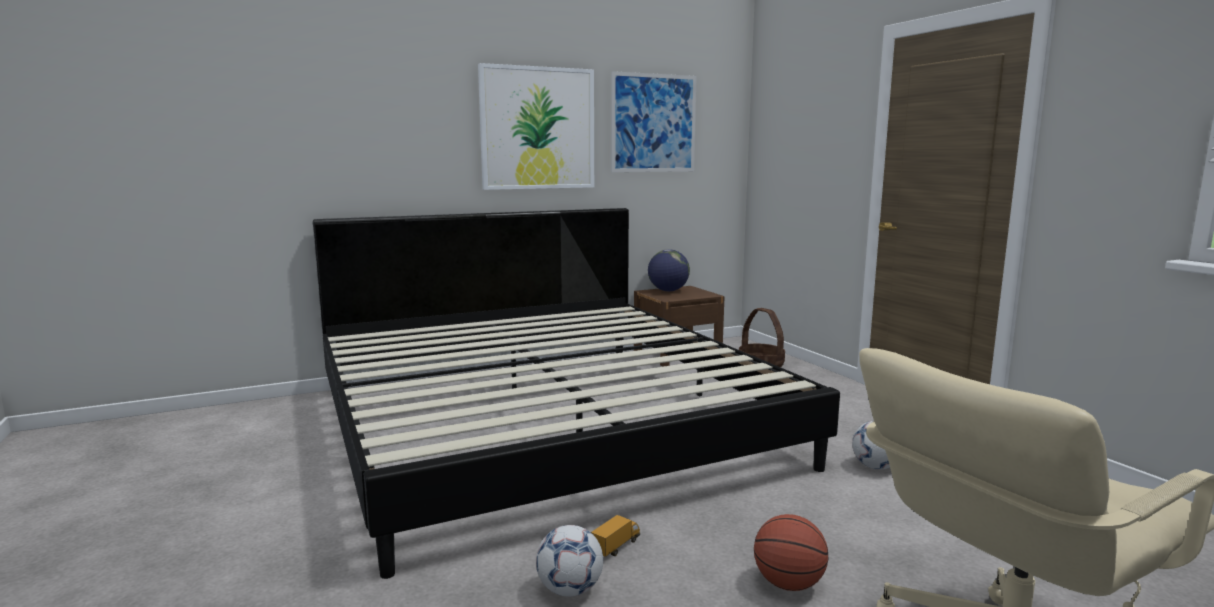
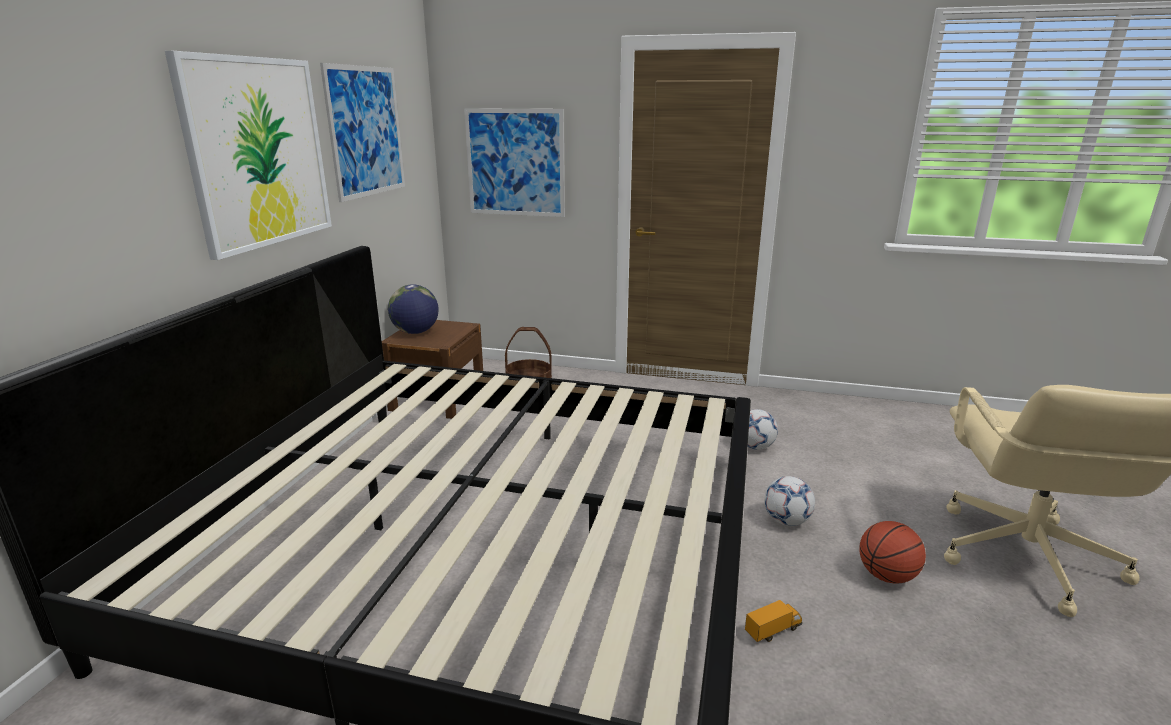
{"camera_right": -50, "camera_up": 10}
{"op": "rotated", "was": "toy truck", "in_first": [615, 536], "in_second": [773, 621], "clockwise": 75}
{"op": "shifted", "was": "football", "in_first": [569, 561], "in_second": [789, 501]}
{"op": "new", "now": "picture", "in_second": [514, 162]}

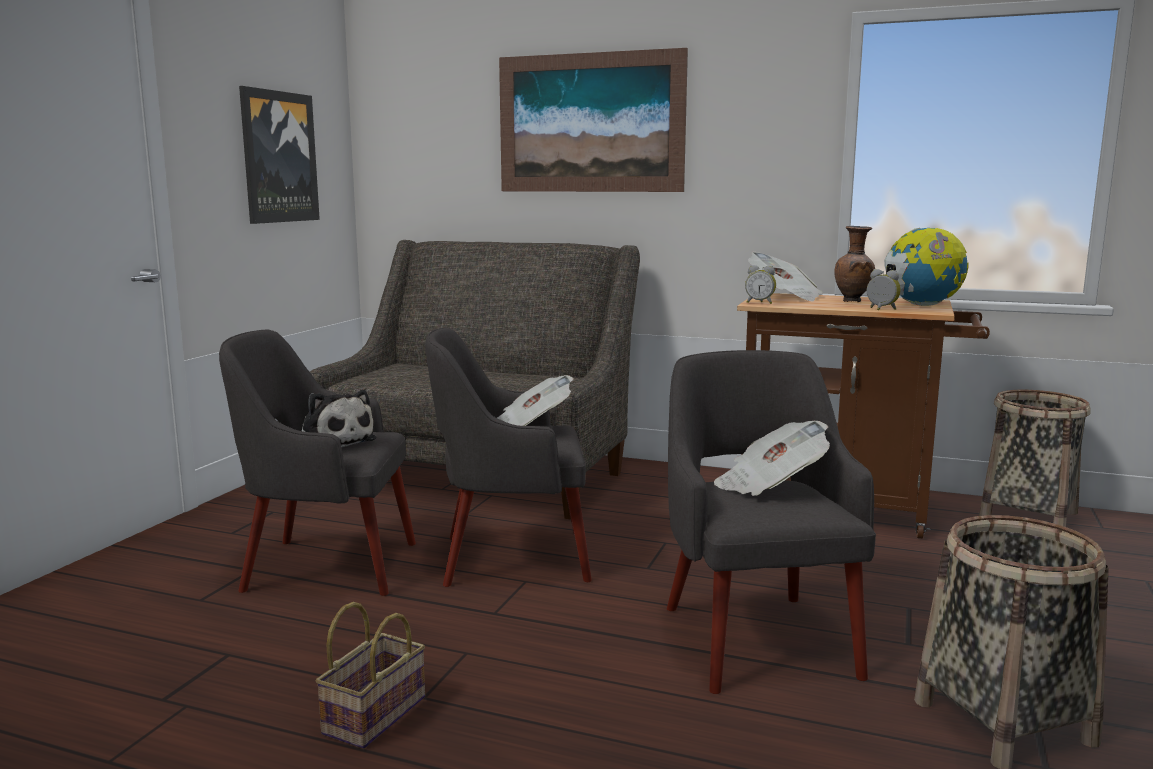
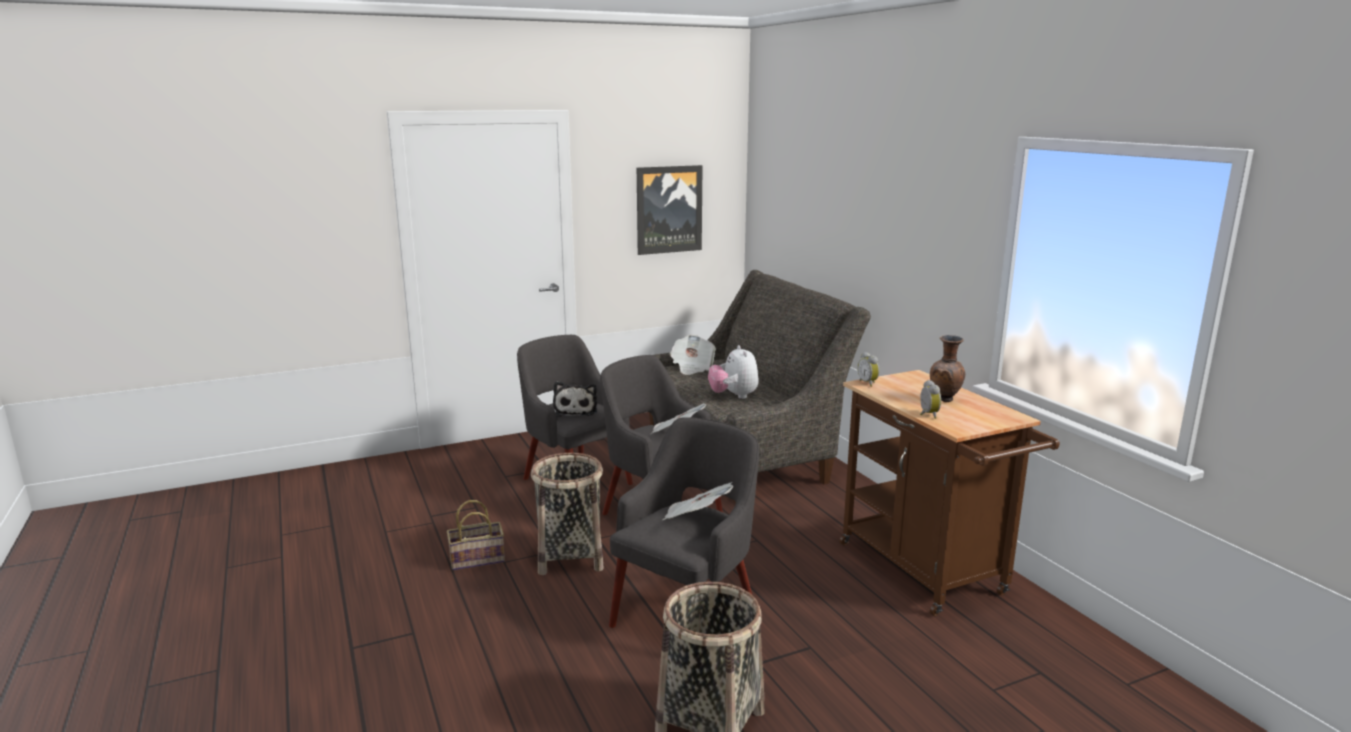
{"camera_right": 45, "camera_up": 5}
{"op": "gone", "was": "picture", "in_first": [593, 120]}
{"op": "gone", "was": "globe", "in_first": [926, 267]}
{"op": "shifted", "was": "newspaper", "in_first": [785, 276], "in_second": [693, 355]}
{"op": "shifted", "was": "basket", "in_first": [1035, 458], "in_second": [567, 514]}
{"op": "new", "now": "plush toy", "in_second": [733, 372]}

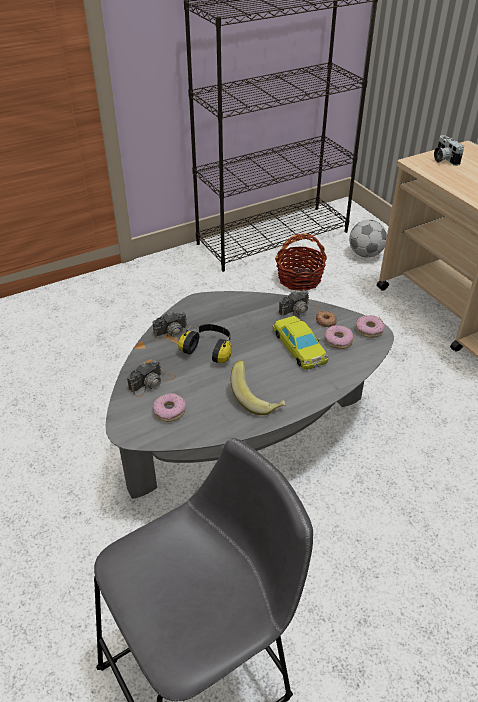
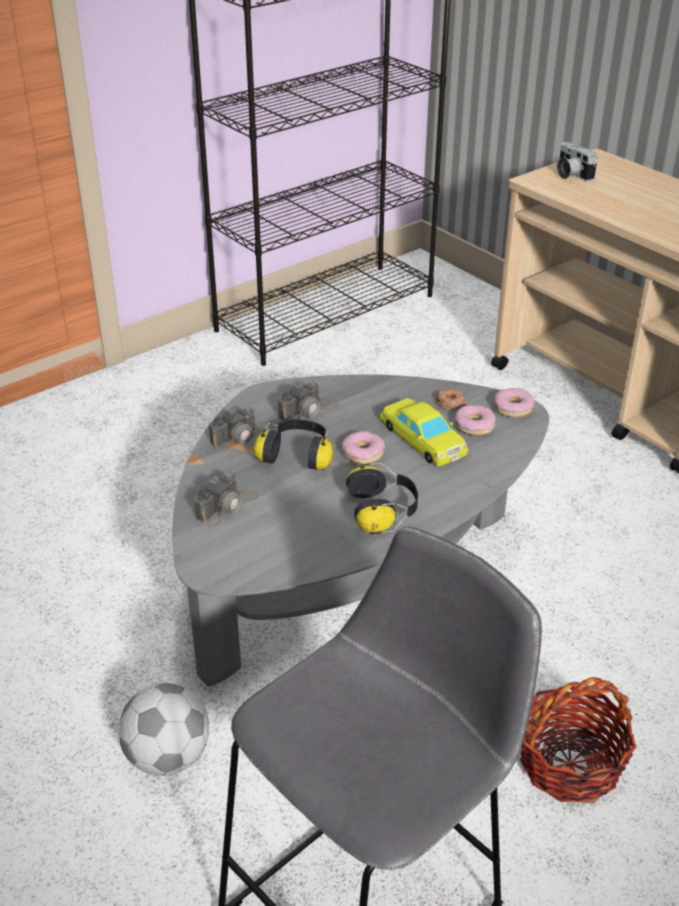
{"camera_right": -10, "camera_up": -5}
{"op": "shifted", "was": "football", "in_first": [368, 238], "in_second": [163, 729]}
{"op": "shifted", "was": "basket", "in_first": [301, 262], "in_second": [578, 740]}
{"op": "shifted", "was": "photo camera", "in_first": [299, 304], "in_second": [308, 401]}
{"op": "swapped", "was": "banana", "now": "headphones", "in_first": [258, 387], "in_second": [382, 499]}
{"op": "shifted", "was": "donut", "in_first": [169, 407], "in_second": [363, 447]}

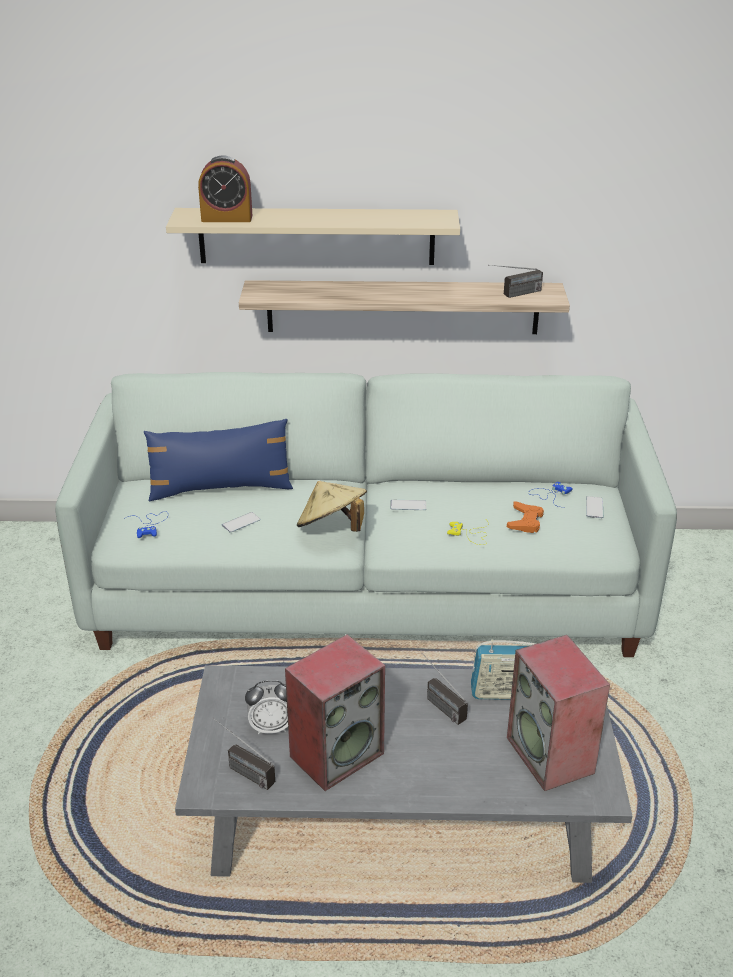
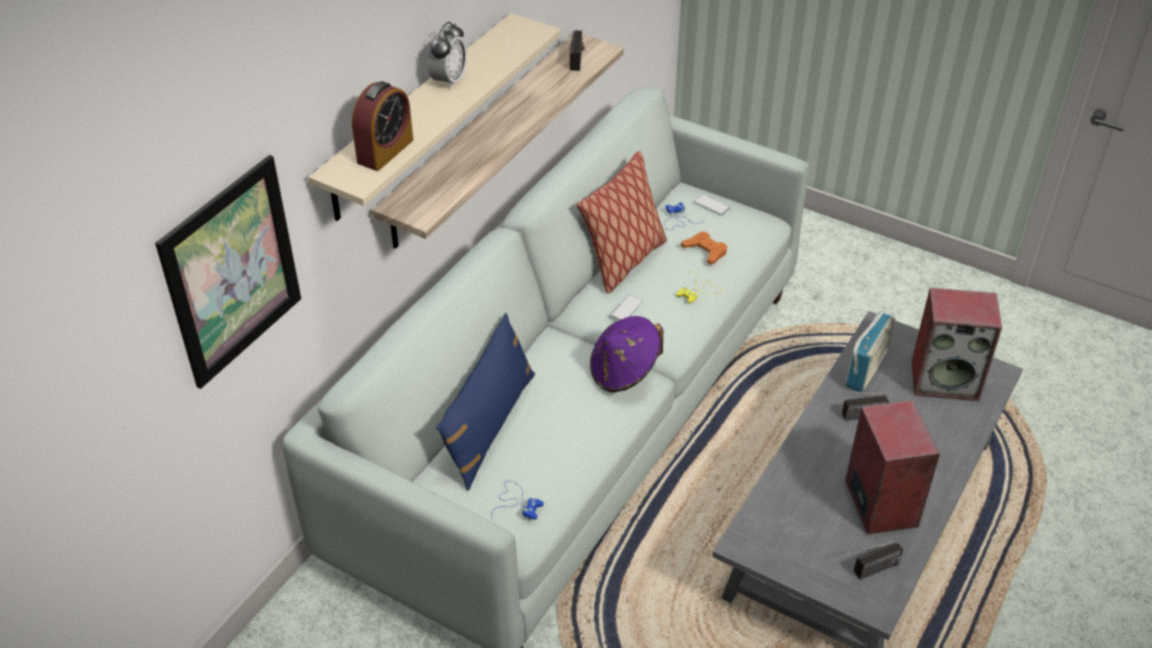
{"camera_right": -60, "camera_up": 10}
{"op": "repainted", "was": "beige hat", "now": "purple hat", "in_first": [332, 506], "in_second": [626, 354]}
{"op": "gone", "was": "phone", "in_first": [241, 522]}
{"op": "shifted", "was": "alarm clock", "in_first": [266, 707], "in_second": [447, 55]}
{"op": "new", "now": "pillow", "in_second": [622, 222]}
{"op": "new", "now": "picture", "in_second": [228, 272]}

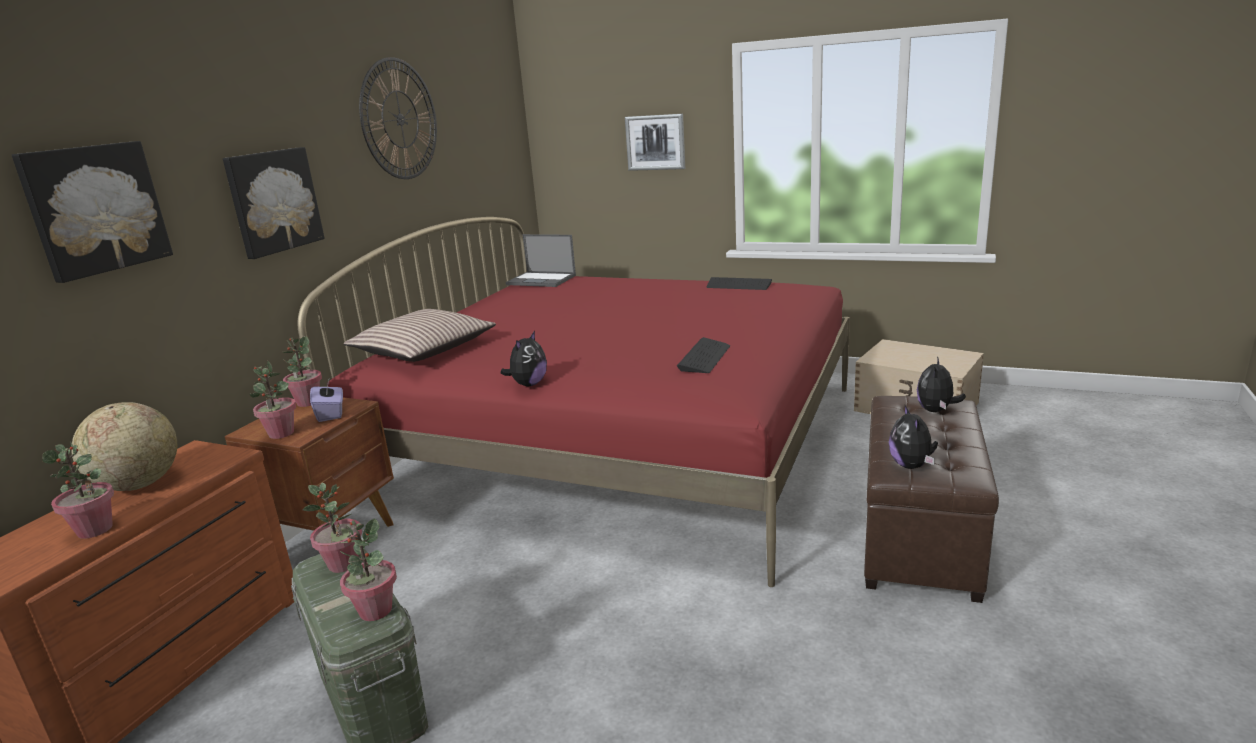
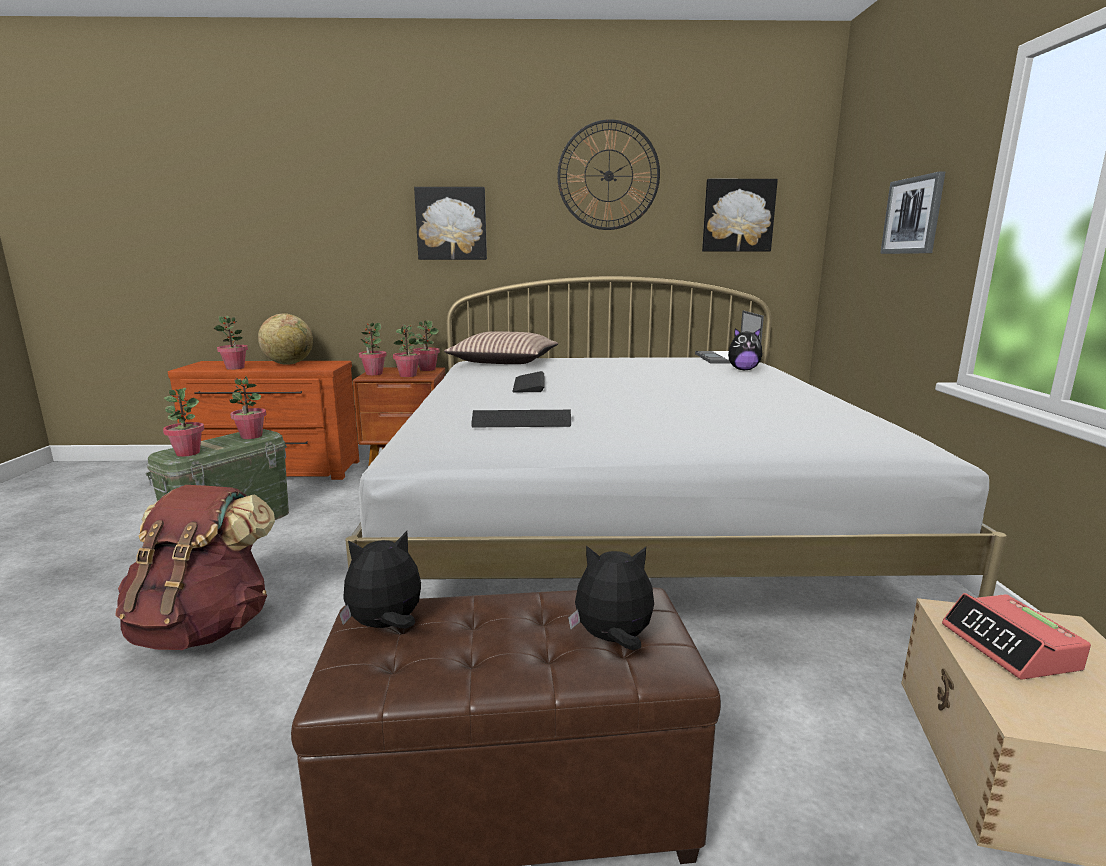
{"camera_right": 65, "camera_up": -5}
{"op": "shifted", "was": "picture", "in_first": [92, 212], "in_second": [740, 215]}
{"op": "repainted", "was": "red bed", "now": "white bed", "in_first": [574, 402], "in_second": [676, 436]}
{"op": "shifted", "was": "keyboard", "in_first": [739, 283], "in_second": [528, 381]}
{"op": "shifted", "was": "plush toy", "in_first": [524, 358], "in_second": [745, 349]}
{"op": "swapped", "was": "purple tissue box", "now": "potted plant", "in_first": [326, 399], "in_second": [407, 350]}
{"op": "new", "now": "brown backpack", "in_second": [195, 567]}
{"op": "new", "now": "alarm clock", "in_second": [1016, 636]}

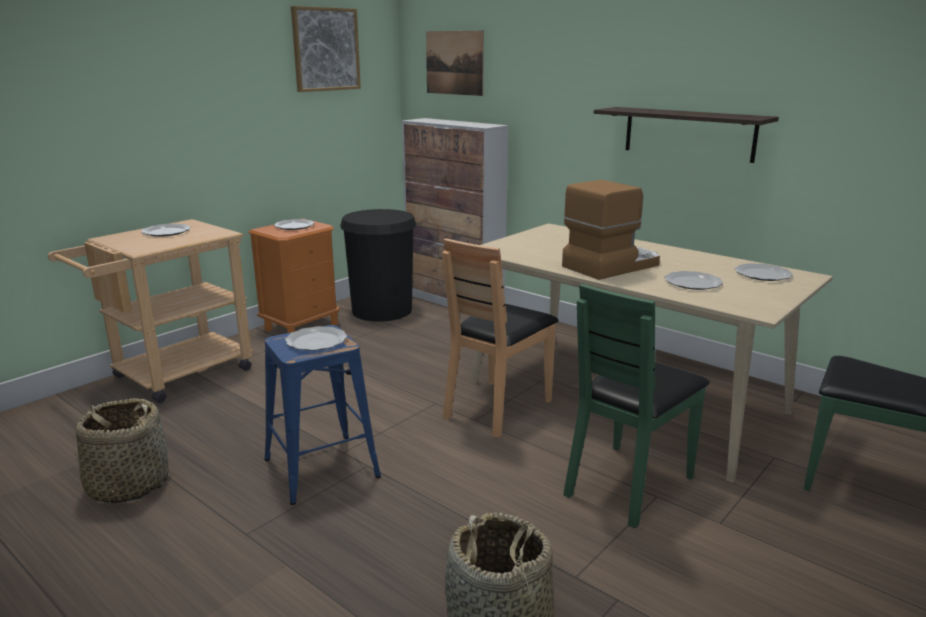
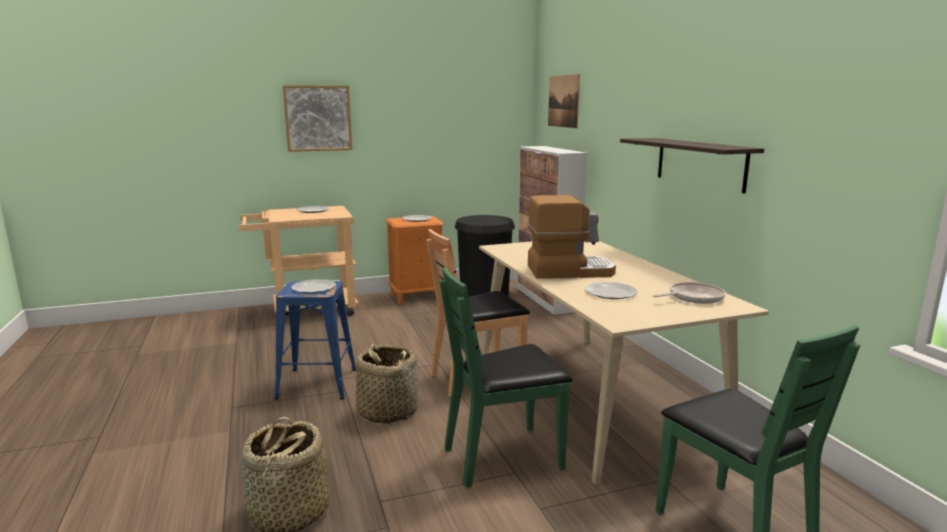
{"camera_right": 30, "camera_up": -5}
{"op": "shifted", "was": "picture", "in_first": [326, 49], "in_second": [317, 118]}
{"op": "swapped", "was": "plate", "now": "frying pan", "in_first": [764, 272], "in_second": [689, 293]}
{"op": "shifted", "was": "basket", "in_first": [122, 451], "in_second": [387, 384]}

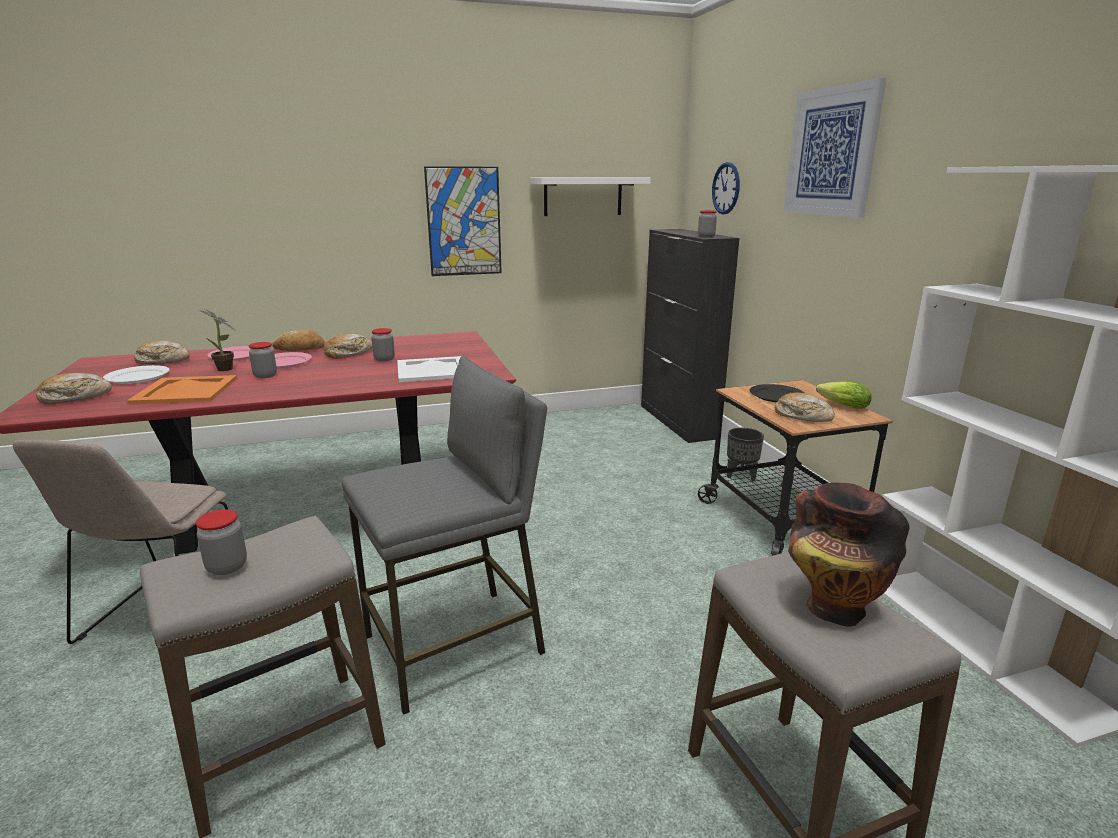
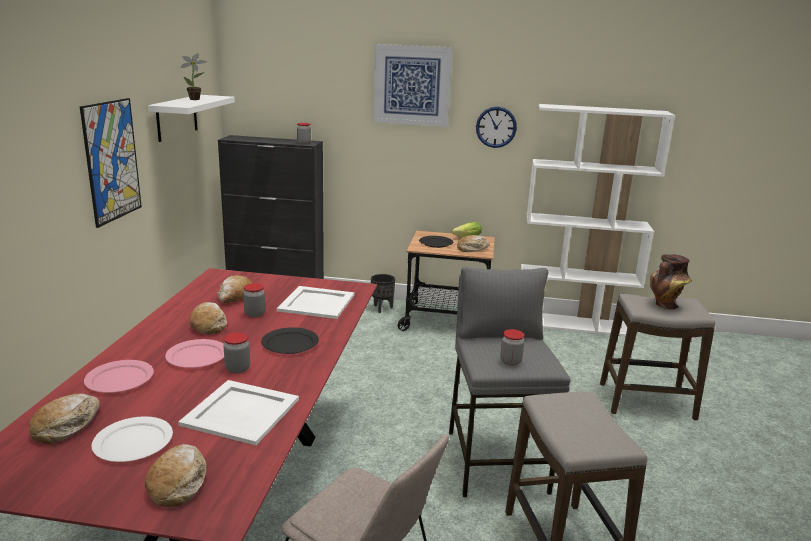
{"camera_right": -65, "camera_up": 0}
{"op": "shifted", "was": "wall clock", "in_first": [726, 188], "in_second": [496, 127]}
{"op": "shifted", "was": "potted plant", "in_first": [217, 340], "in_second": [193, 76]}
{"op": "shifted", "was": "bread", "in_first": [298, 340], "in_second": [234, 289]}
{"op": "repainted", "was": "orange tray", "now": "white tray", "in_first": [182, 390], "in_second": [238, 413]}
{"op": "shifted", "was": "jar", "in_first": [221, 542], "in_second": [512, 347]}
{"op": "new", "now": "black plate", "in_second": [290, 340]}

